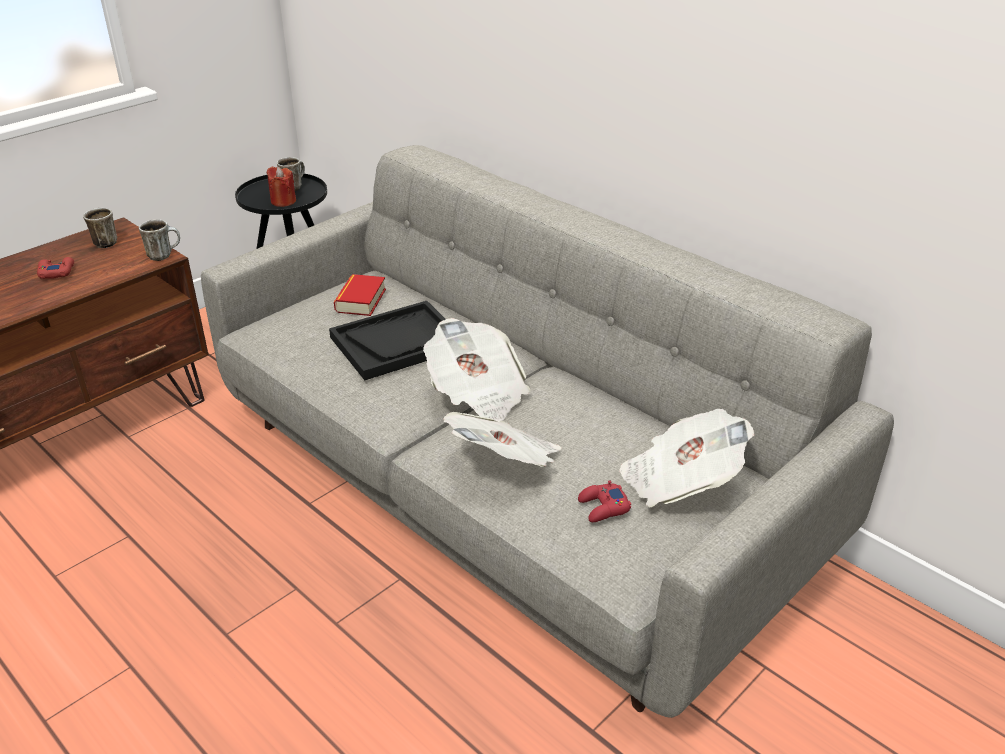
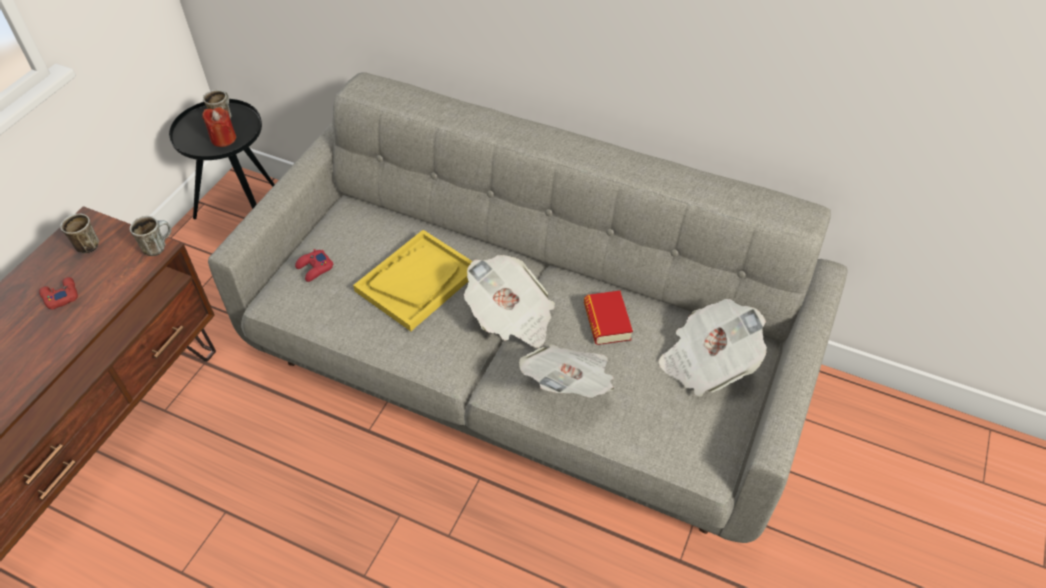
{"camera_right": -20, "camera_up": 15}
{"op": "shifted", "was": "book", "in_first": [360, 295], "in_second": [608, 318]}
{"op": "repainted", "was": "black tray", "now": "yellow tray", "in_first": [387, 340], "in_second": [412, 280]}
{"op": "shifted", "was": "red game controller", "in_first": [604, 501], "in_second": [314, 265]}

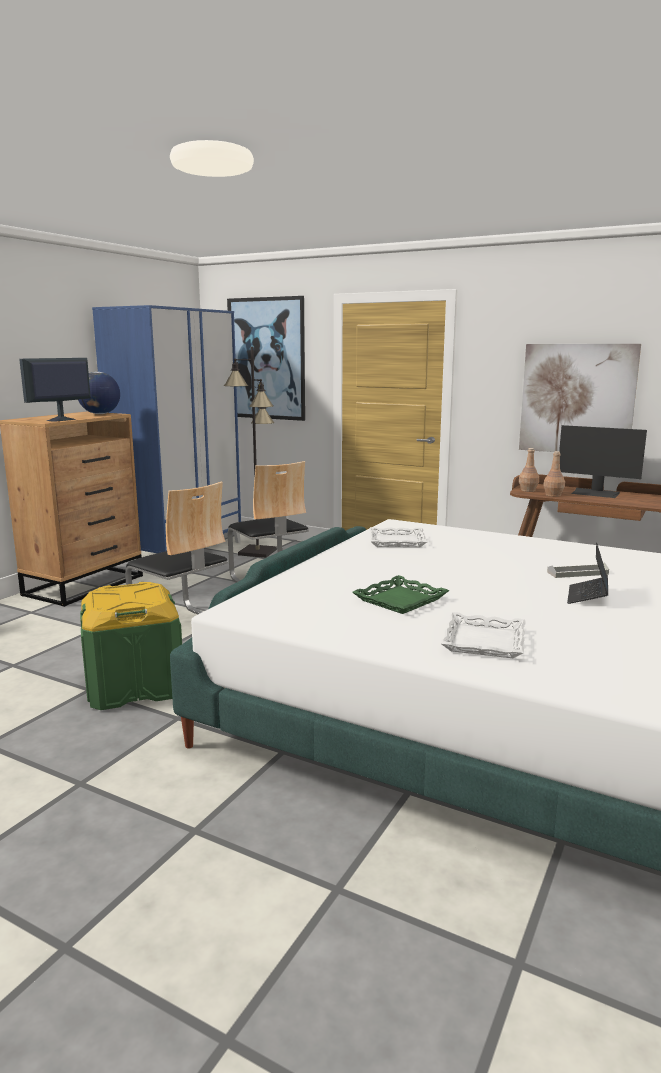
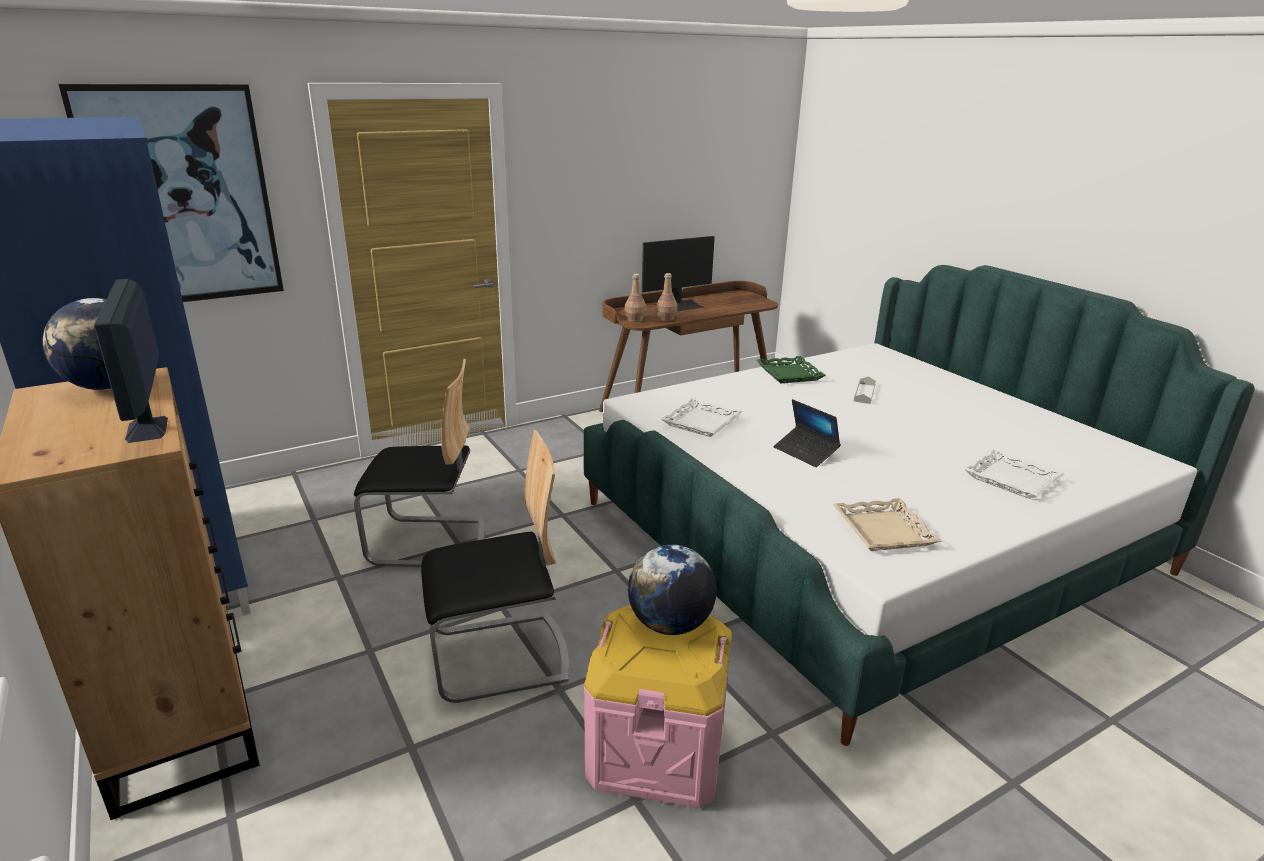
{"camera_right": -60, "camera_up": 10}
{"op": "gone", "was": "picture", "in_first": [580, 398]}
{"op": "gone", "was": "black floor lamp", "in_first": [250, 452]}
{"op": "shifted", "was": "laptop", "in_first": [587, 573], "in_second": [807, 433]}
{"op": "shifted", "was": "green tray", "in_first": [400, 594], "in_second": [791, 370]}
{"op": "repainted", "was": "green storage box", "now": "pink storage box", "in_first": [131, 646], "in_second": [658, 706]}
{"op": "new", "now": "beige tray", "in_second": [887, 524]}
{"op": "new", "now": "globe", "in_second": [672, 590]}

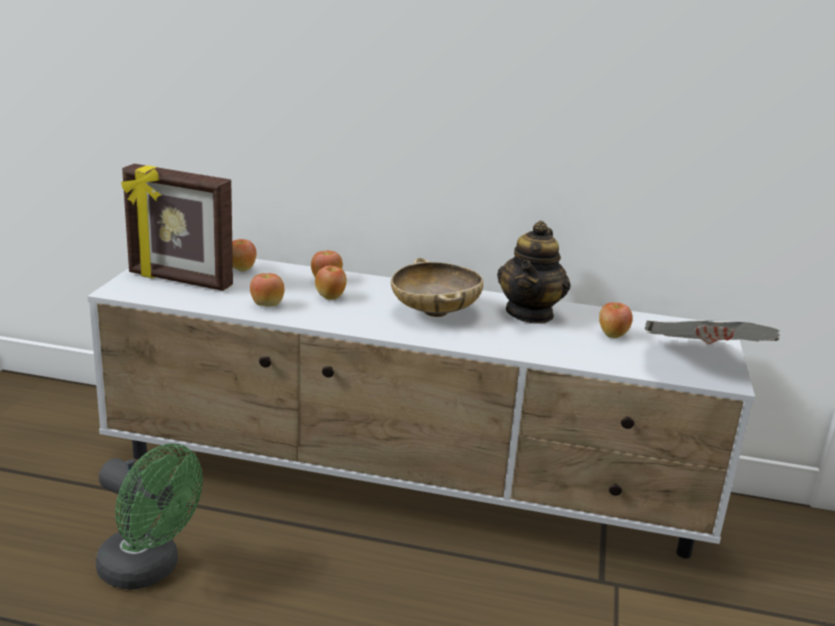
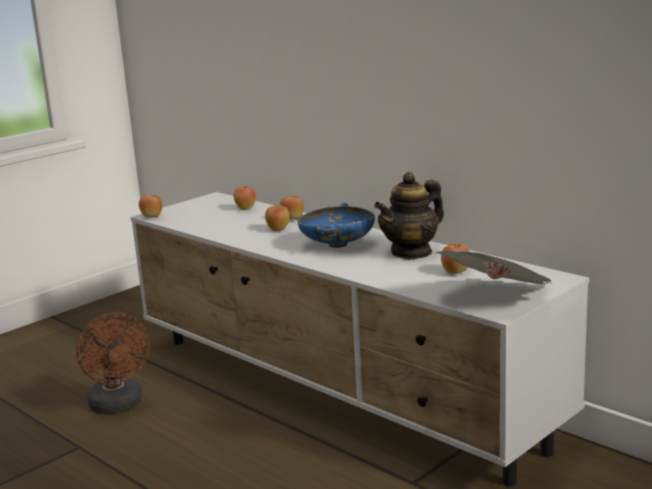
{"camera_right": 35, "camera_up": -5}
{"op": "gone", "was": "picture frame", "in_first": [177, 227]}
{"op": "repainted", "was": "beige bowl", "now": "blue bowl", "in_first": [437, 287], "in_second": [336, 225]}
{"op": "shifted", "was": "apple", "in_first": [267, 289], "in_second": [150, 206]}
{"op": "repainted", "was": "green fan", "now": "brown fan", "in_first": [149, 517], "in_second": [113, 363]}

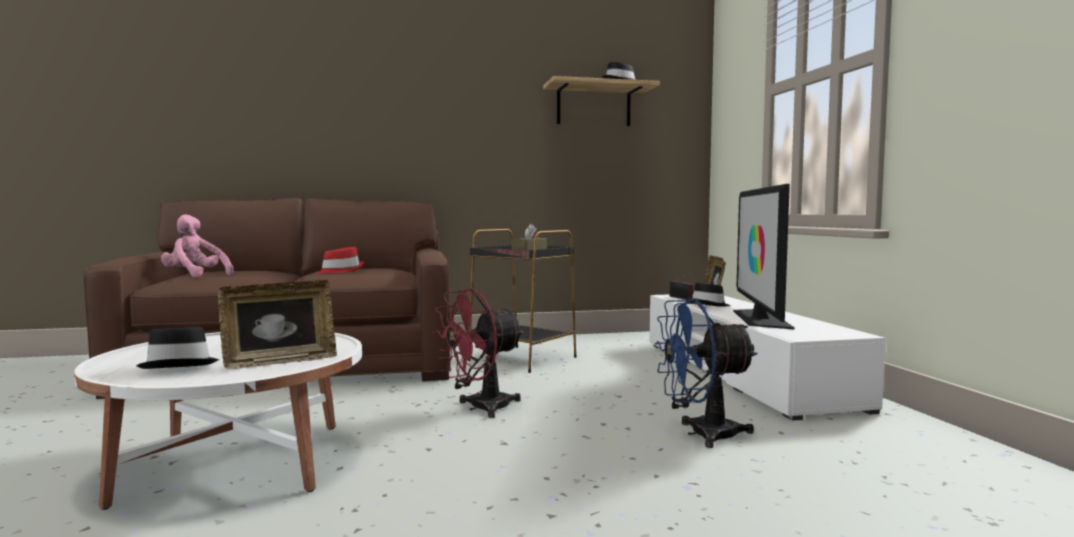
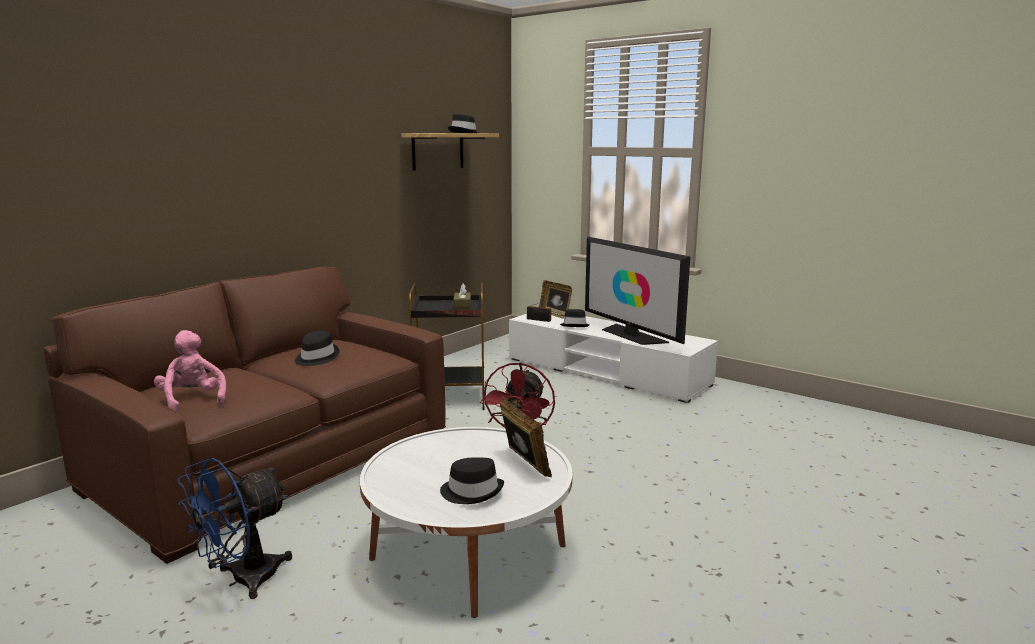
{"camera_right": -40, "camera_up": 10}
{"op": "rotated", "was": "pink plush toy", "in_first": [197, 245], "in_second": [190, 370], "clockwise": 75}
{"op": "repainted", "was": "red hat", "now": "black hat", "in_first": [340, 260], "in_second": [317, 348]}
{"op": "rotated", "was": "picture frame", "in_first": [277, 324], "in_second": [525, 436], "clockwise": -45}
{"op": "shifted", "was": "blue fan", "in_first": [706, 373], "in_second": [235, 528]}

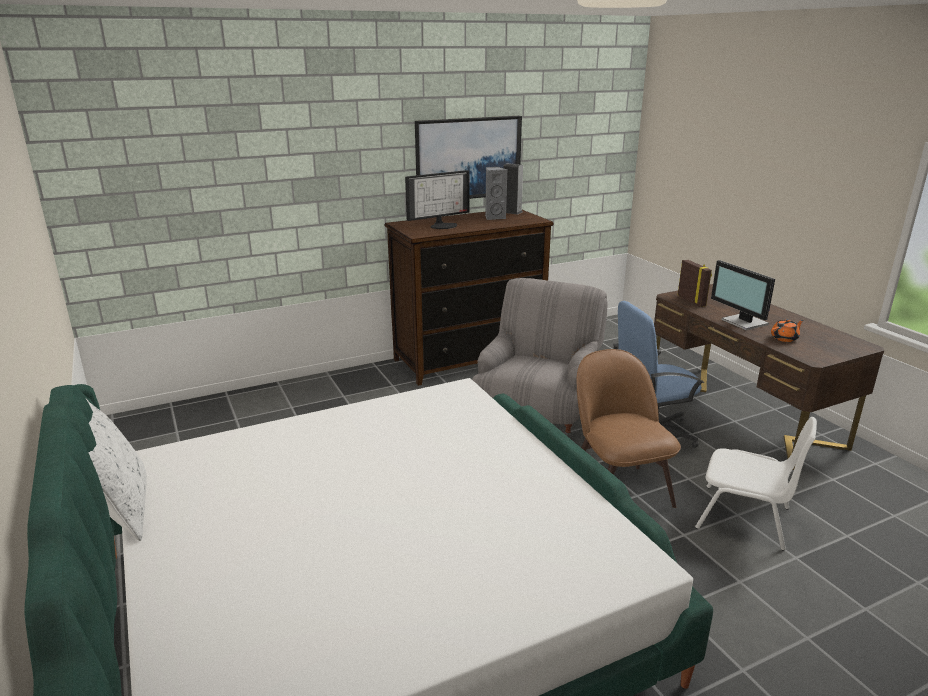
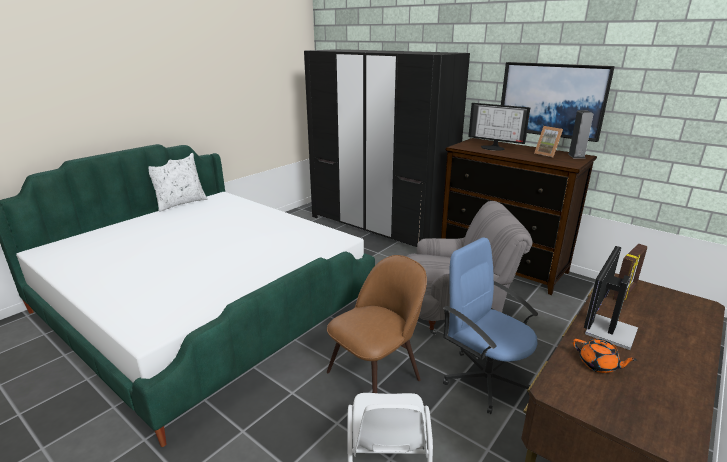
{"camera_right": 65, "camera_up": 0}
{"op": "swapped", "was": "grey speaker", "now": "picture frame", "in_first": [496, 193], "in_second": [548, 141]}
{"op": "new", "now": "black wardrobe", "in_second": [387, 148]}

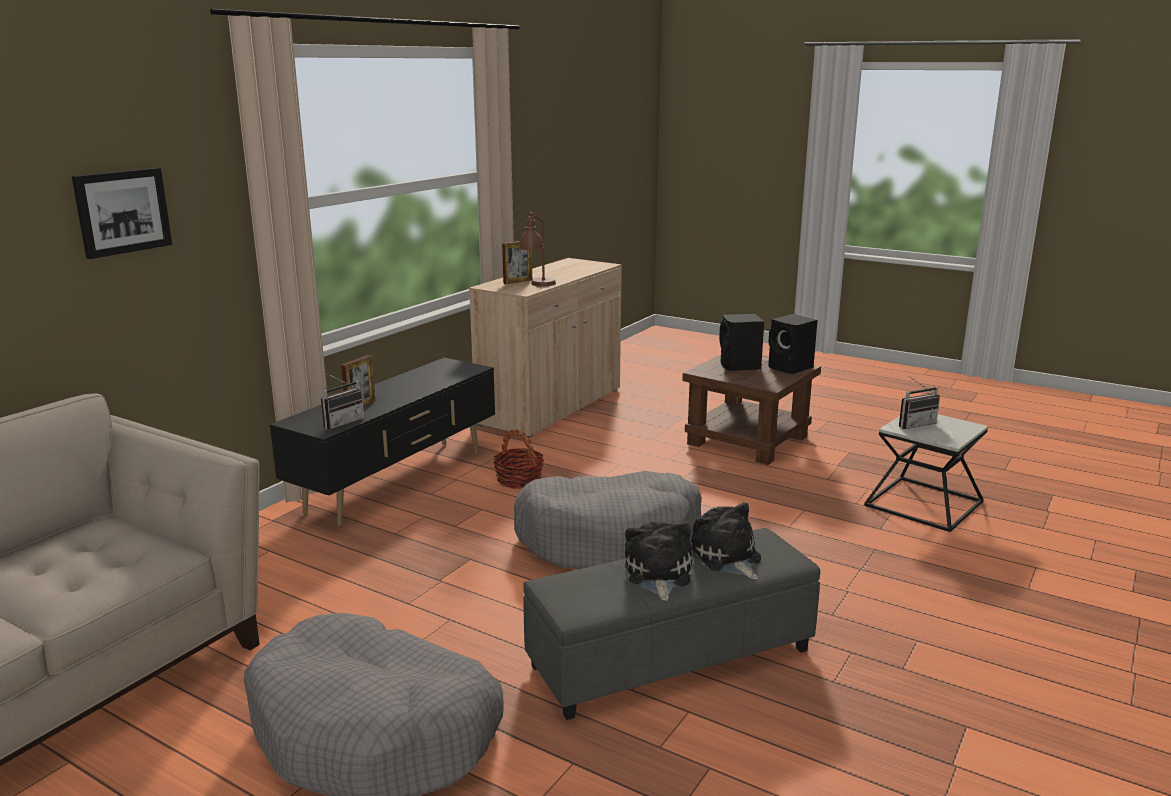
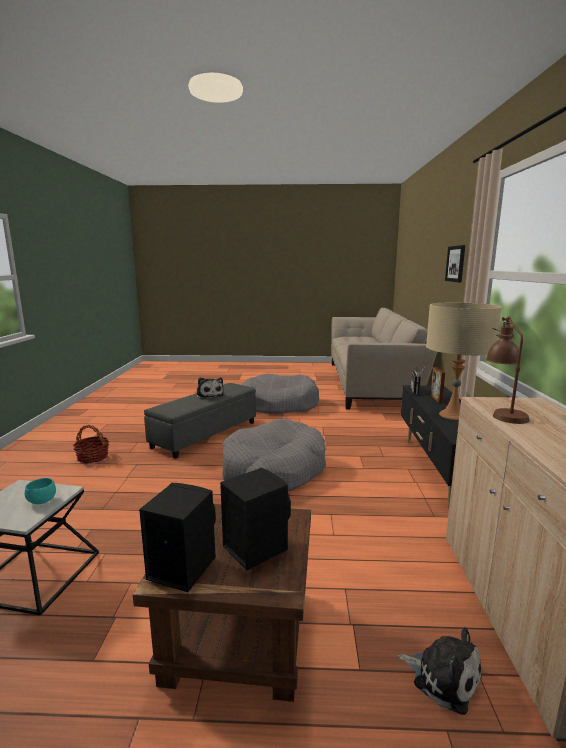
{"camera_right": 150, "camera_up": -5}
{"op": "gone", "was": "picture frame", "in_first": [517, 262]}
{"op": "swapped", "was": "radio", "now": "turquoise bowl", "in_first": [919, 403], "in_second": [40, 491]}
{"op": "shifted", "was": "basket", "in_first": [518, 459], "in_second": [91, 444]}
{"op": "shifted", "was": "plush toy", "in_first": [726, 541], "in_second": [439, 671]}
{"op": "new", "now": "beige table lamp", "in_second": [464, 361]}

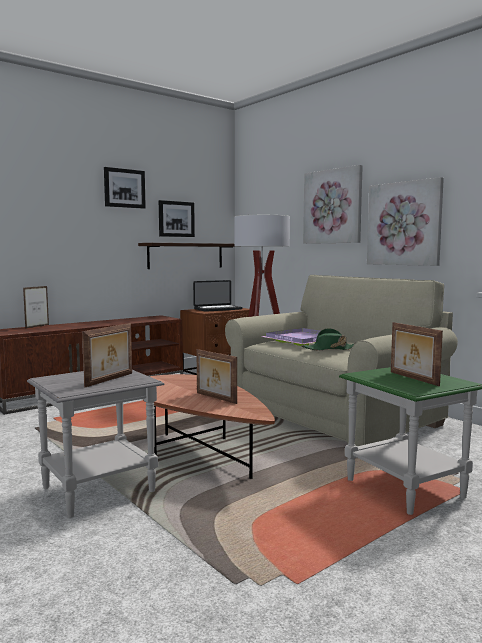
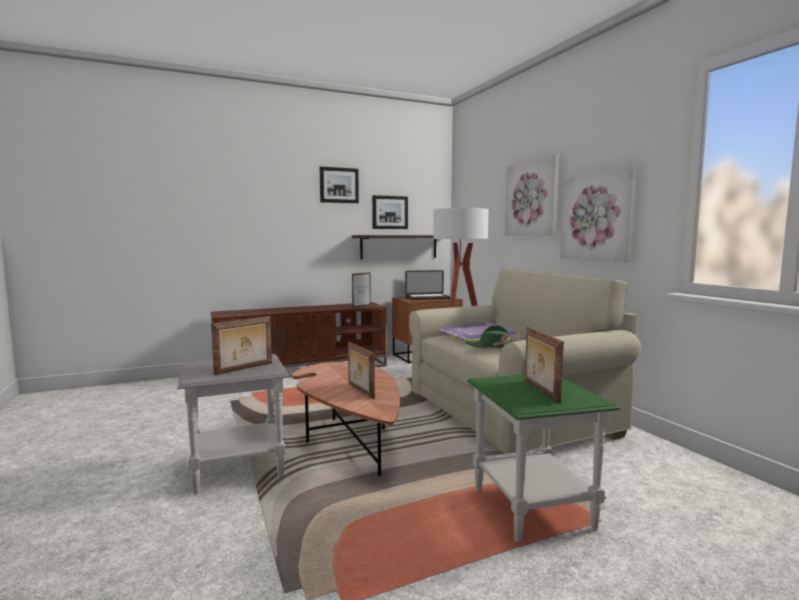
{"camera_right": 15, "camera_up": 0}
{"op": "shifted", "was": "picture frame", "in_first": [36, 307], "in_second": [361, 290]}

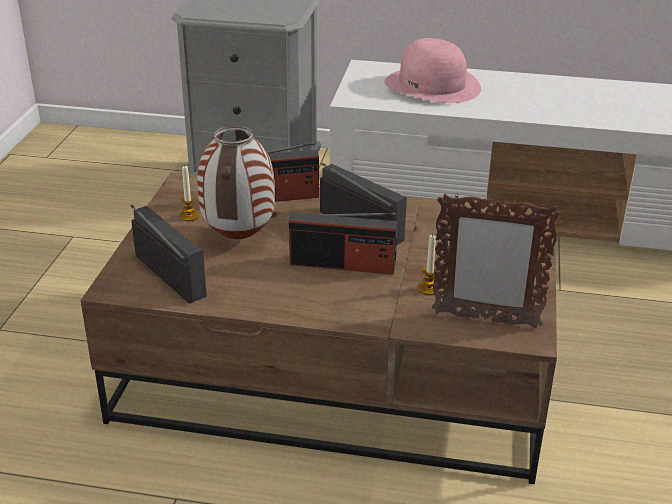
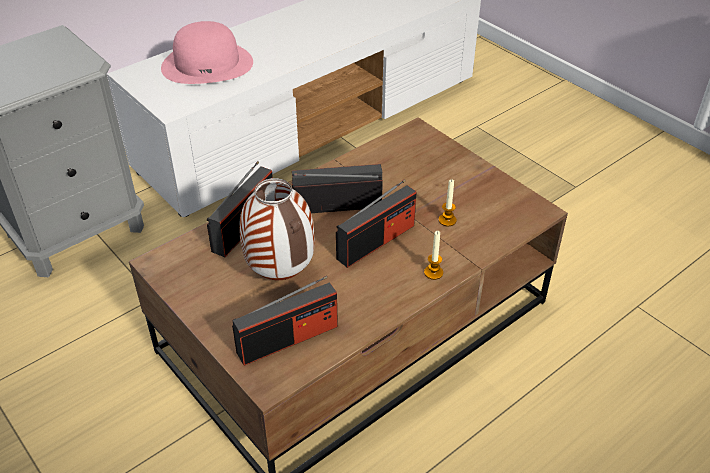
{"camera_right": -50, "camera_up": 10}
{"op": "shifted", "was": "candle", "in_first": [189, 193], "in_second": [433, 255]}
{"op": "gone", "was": "picture frame", "in_first": [496, 260]}
{"op": "rotated", "was": "radio", "in_first": [169, 254], "in_second": [285, 321], "clockwise": 150}

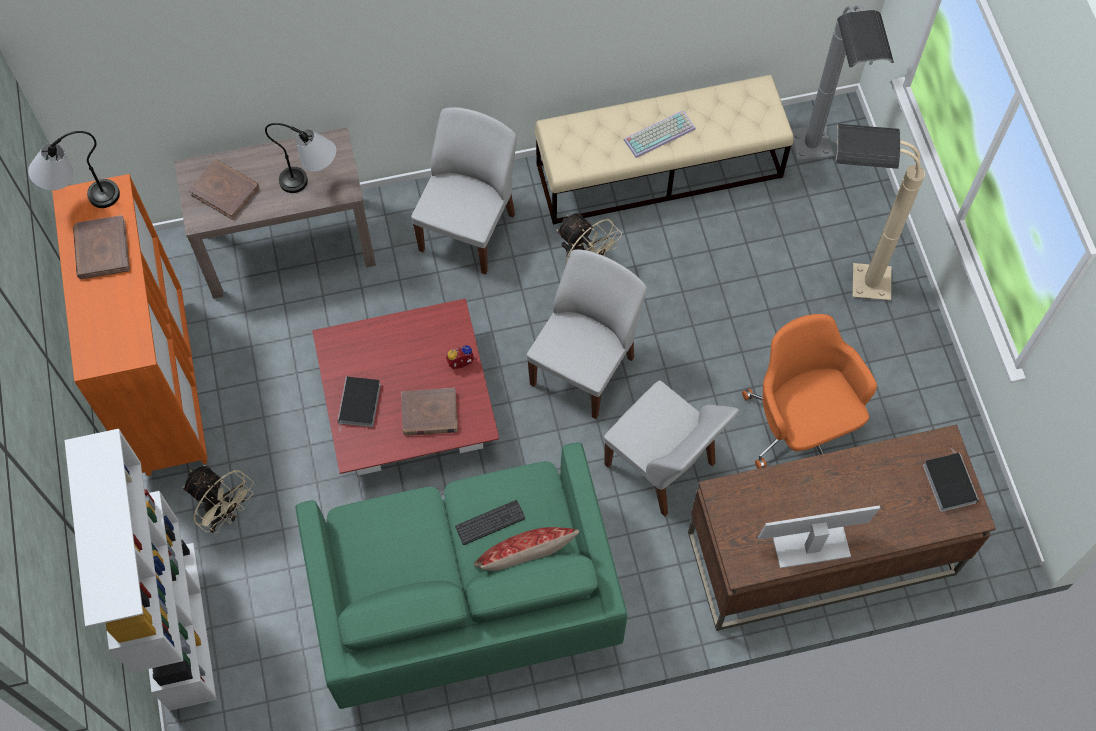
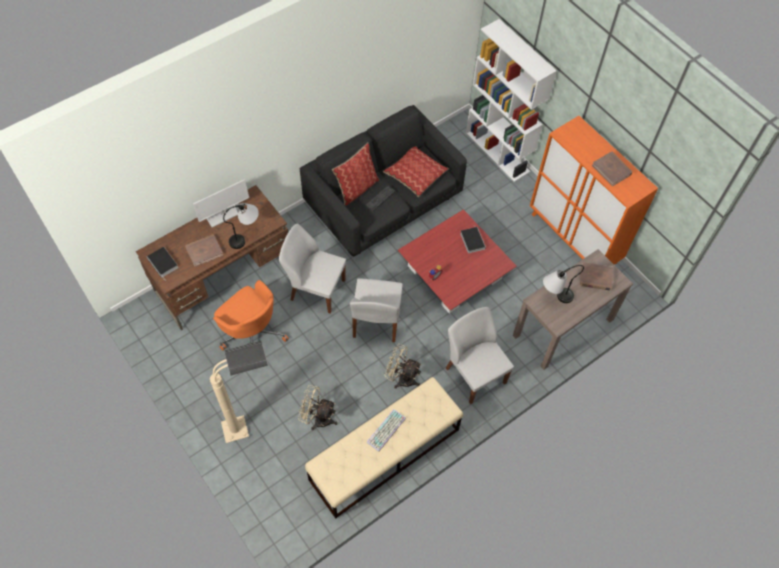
{"camera_right": 155, "camera_up": -5}
{"op": "gone", "was": "grey floor lamp", "in_first": [842, 82]}
{"op": "rotated", "was": "white chair", "in_first": [464, 191], "in_second": [480, 355], "clockwise": 150}
{"op": "shifted", "was": "table lamp", "in_first": [74, 169], "in_second": [241, 226]}
{"op": "shifted", "was": "brown book", "in_first": [429, 412], "in_second": [204, 250]}
{"op": "repainted", "was": "green sofa", "now": "black sofa", "in_first": [461, 575], "in_second": [383, 180]}
{"op": "shifted", "was": "beige fan", "in_first": [218, 499], "in_second": [317, 407]}
{"op": "new", "now": "pillow", "in_second": [416, 172]}

